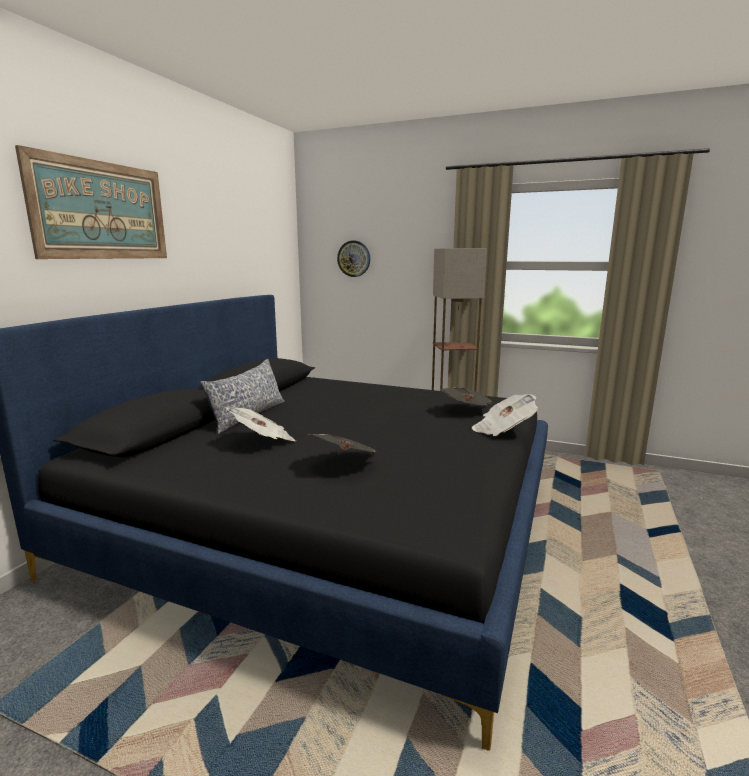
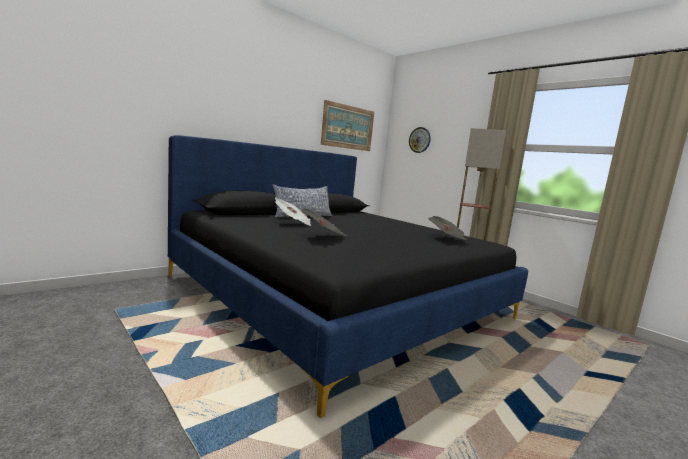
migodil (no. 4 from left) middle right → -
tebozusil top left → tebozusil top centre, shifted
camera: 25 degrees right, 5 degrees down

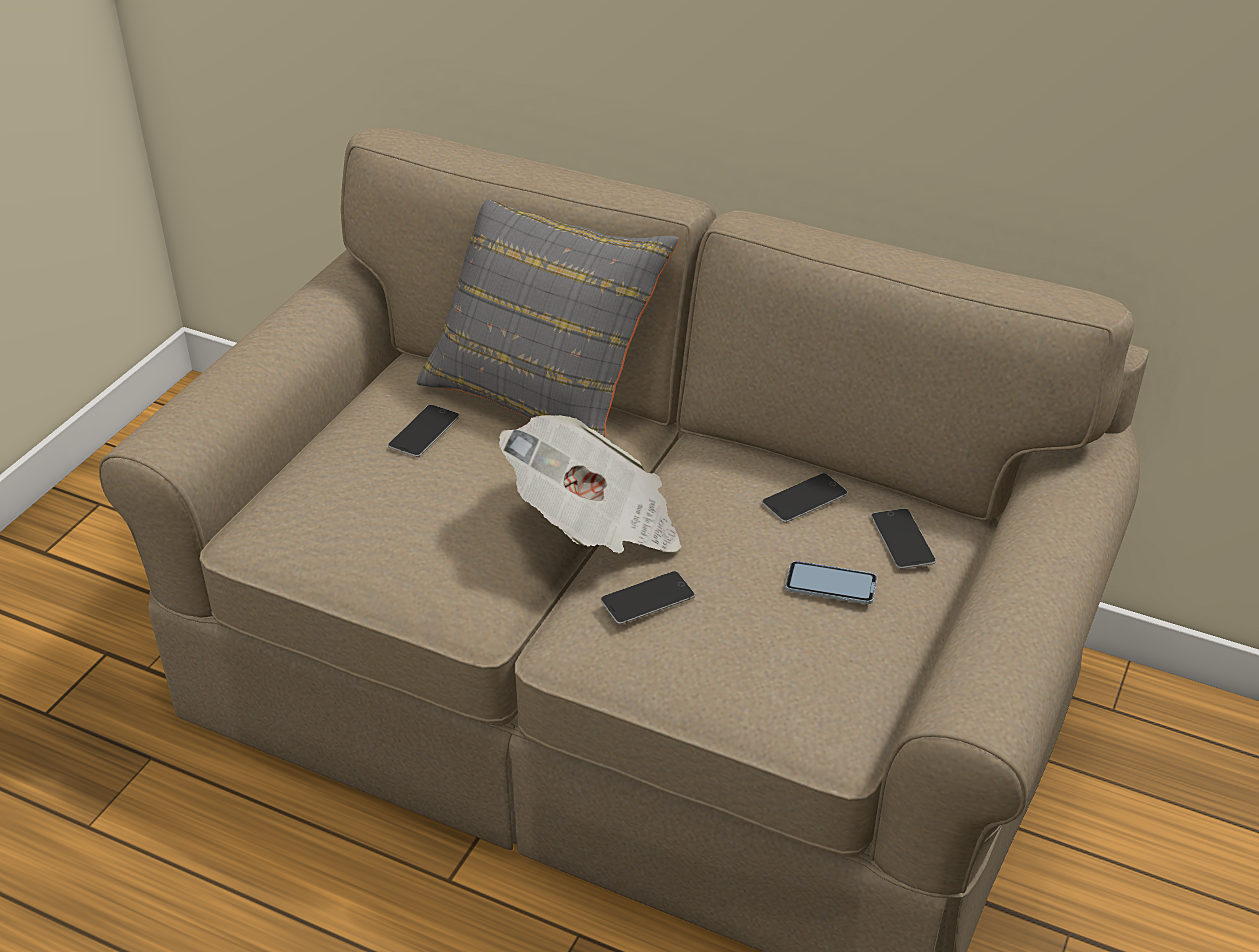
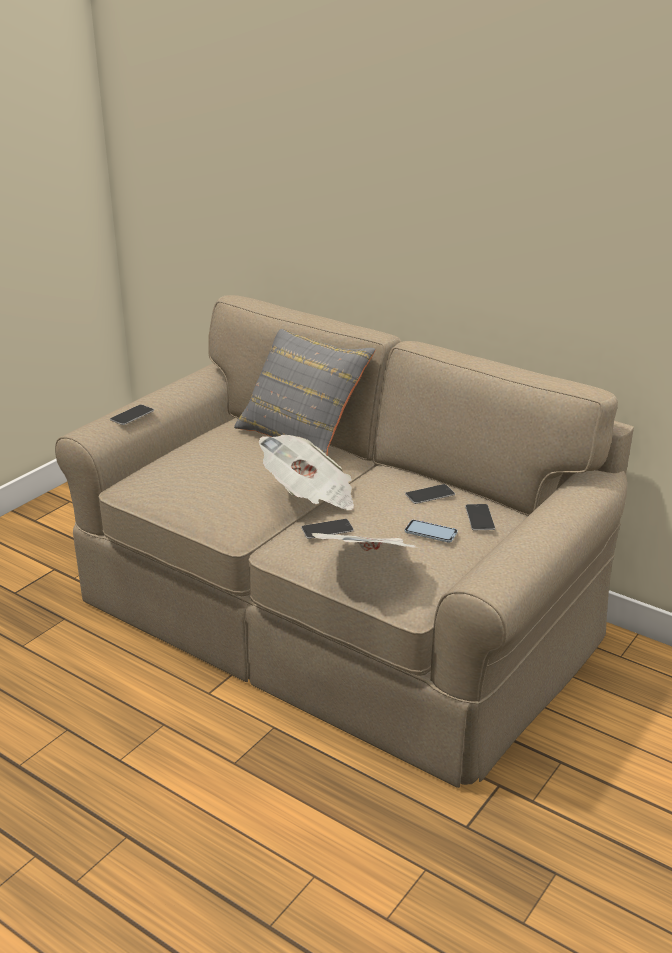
- → migodil (no. 2 from left) centre
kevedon (no. 1 from left) centre → kevedon (no. 1 from left) middle left, shifted
camera: 10 degrees right, 10 degrees down

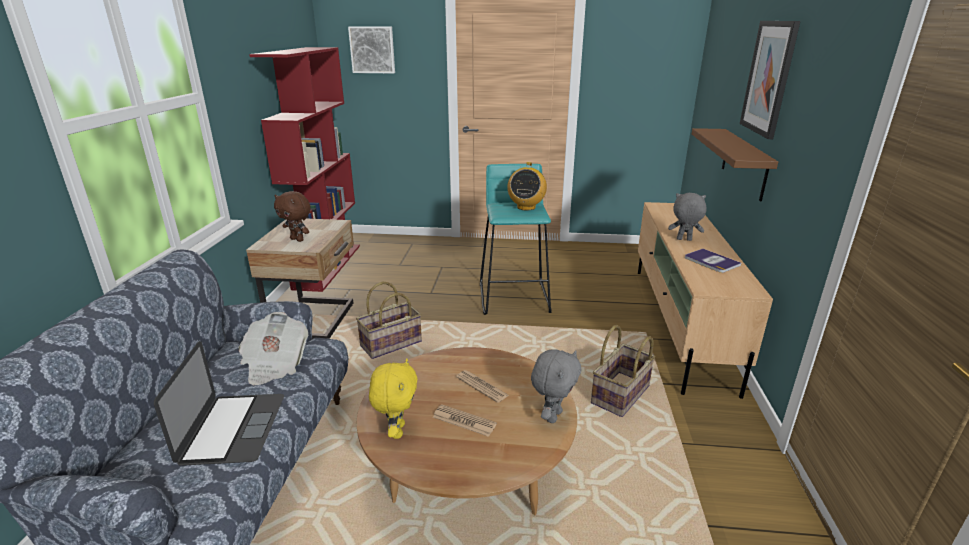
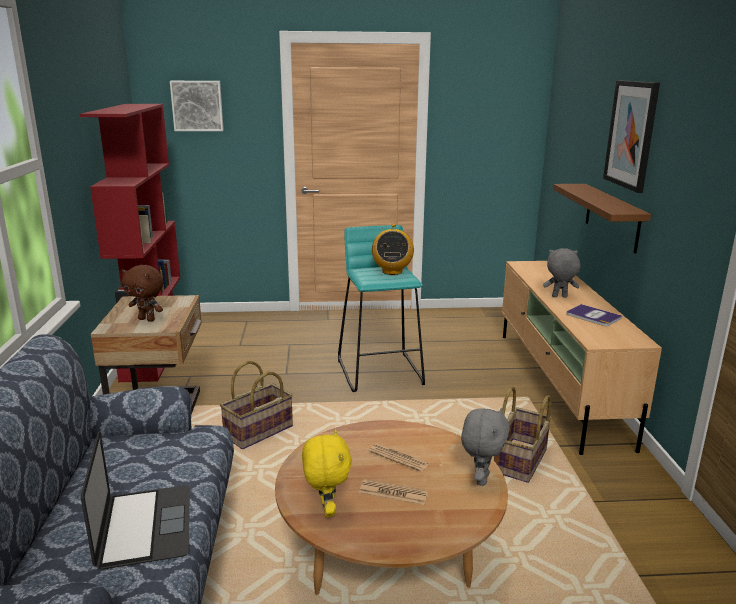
migodil (no. 1 from left) middle left → -
camera: 10 degrees left, 5 degrees down

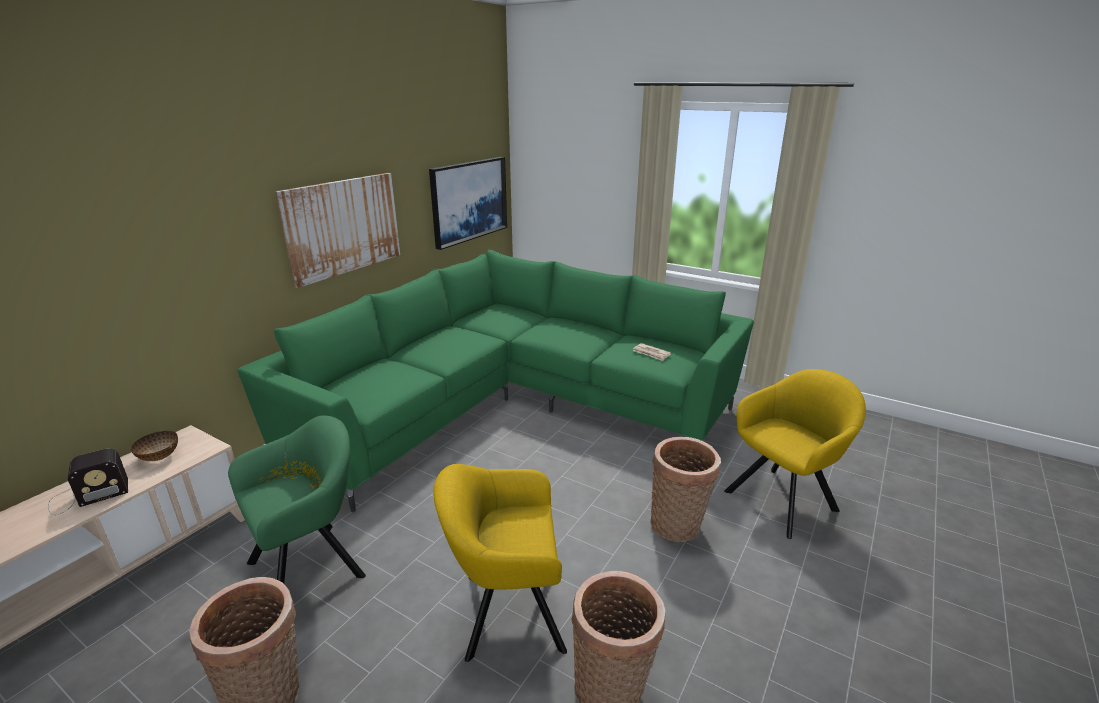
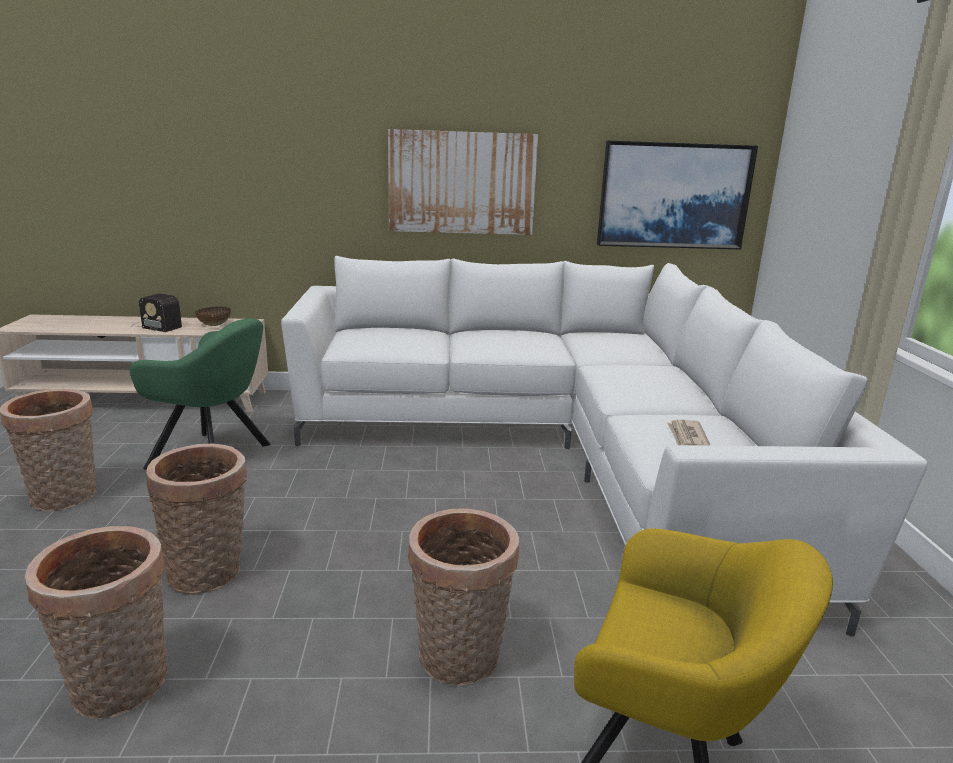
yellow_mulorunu (no. 1 from left) bottom centre → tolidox (no. 3 from left) bottom left
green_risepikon centre → white_risepikon centre
camera: 55 degrees right, 5 degrees down

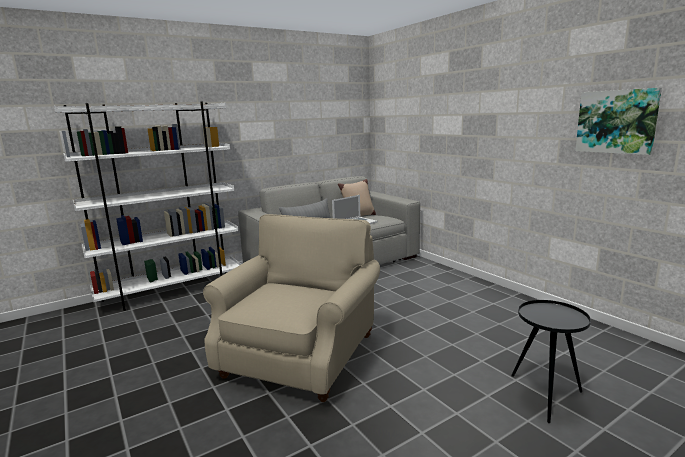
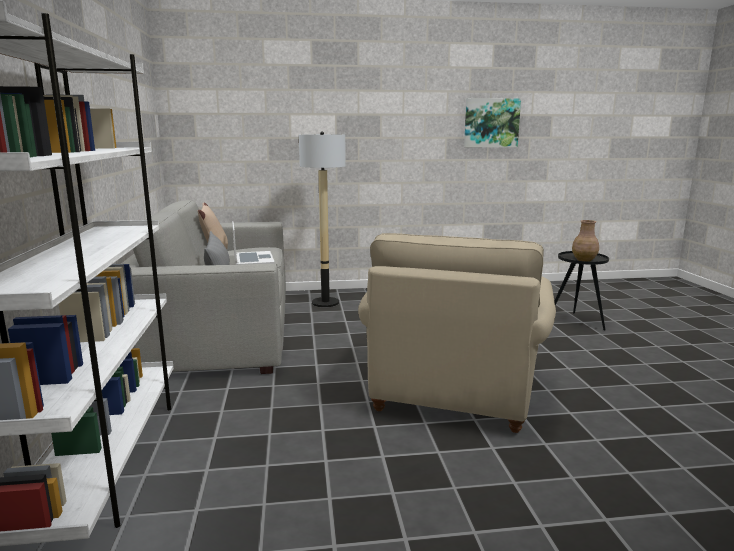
- → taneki centre
- → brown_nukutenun middle right
beige_mulorunu bottom centre → beige_mulorunu centre, 120 degrees counterclockwise
camera: 65 degrees left, 0 degrees up

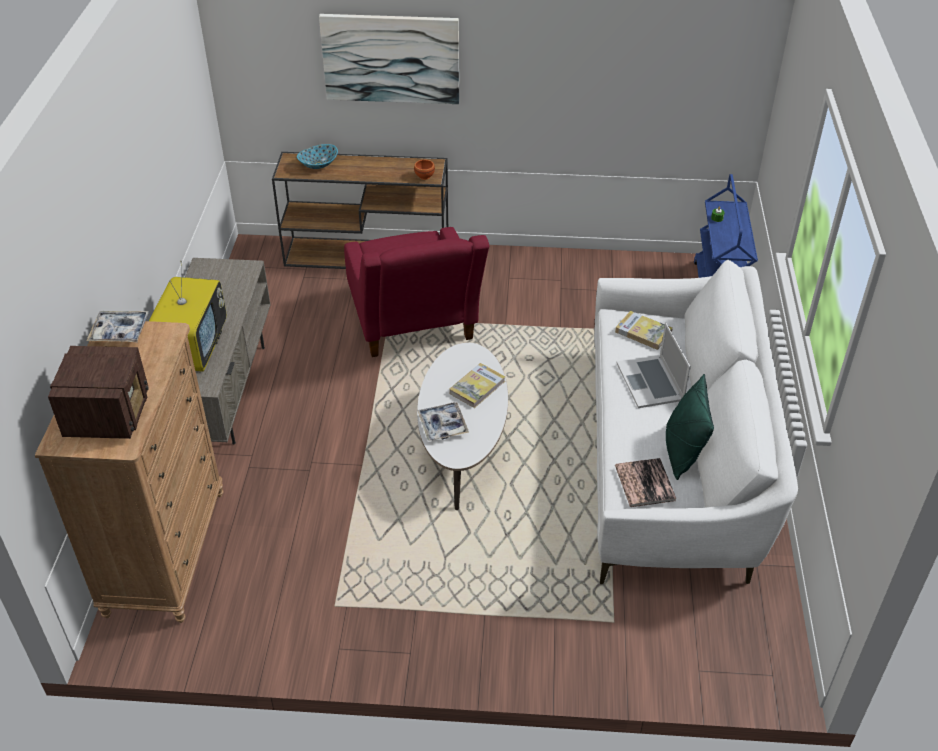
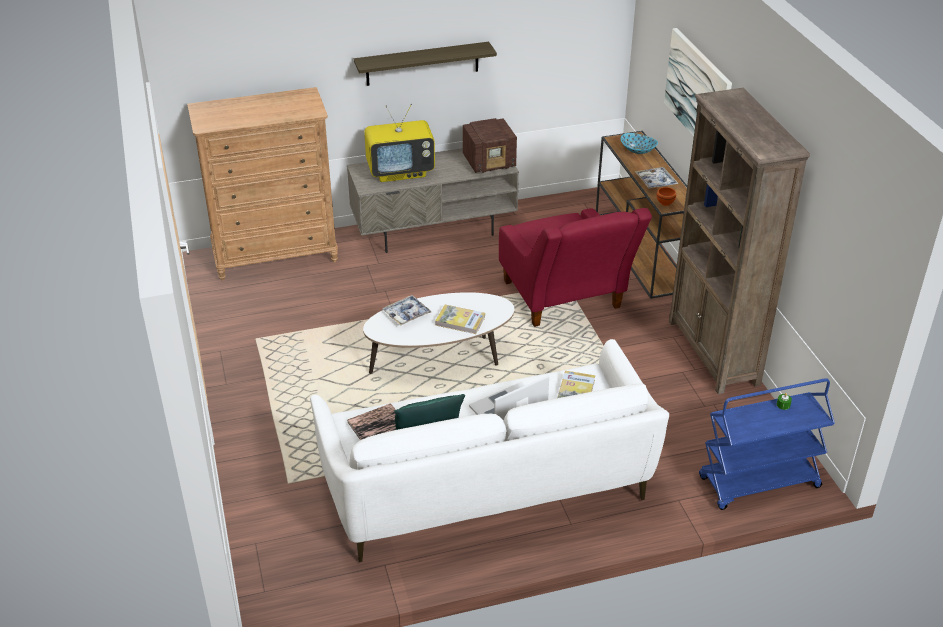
- → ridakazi top centre
- → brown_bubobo middle right
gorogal middle left → gorogal top centre, shifted
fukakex (no. 1 from left in the first image) middle left → fukakex (no. 2 from left) top right, shifted
red_mulorunu centre, 75 degrees counterclockwise
camera: 70 degrees right, 5 degrees down

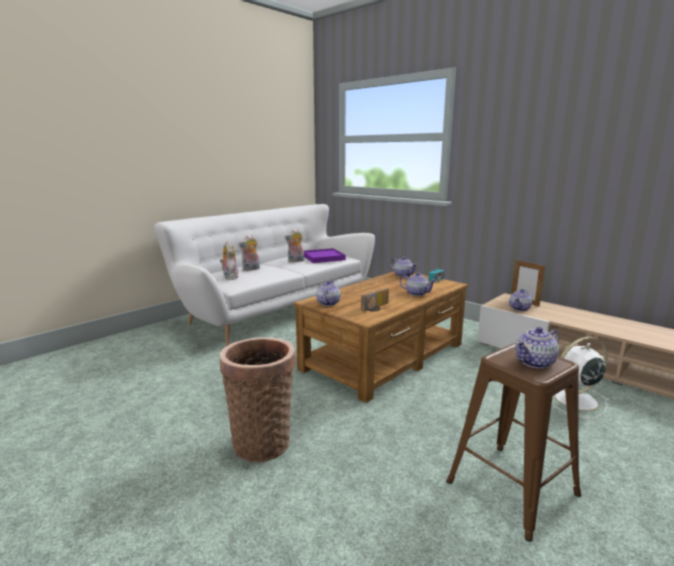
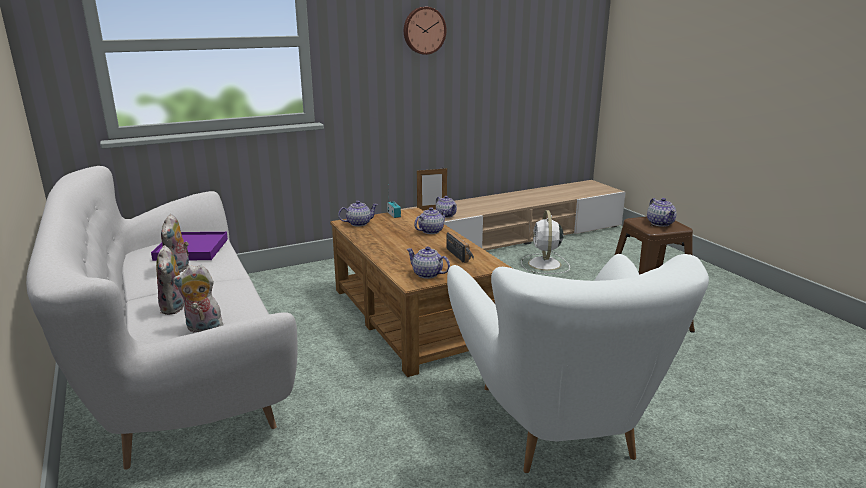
- → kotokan top centre
tolidox bottom centre → white_mulorunu bottom right
camera: 70 degrees left, 5 degrees up

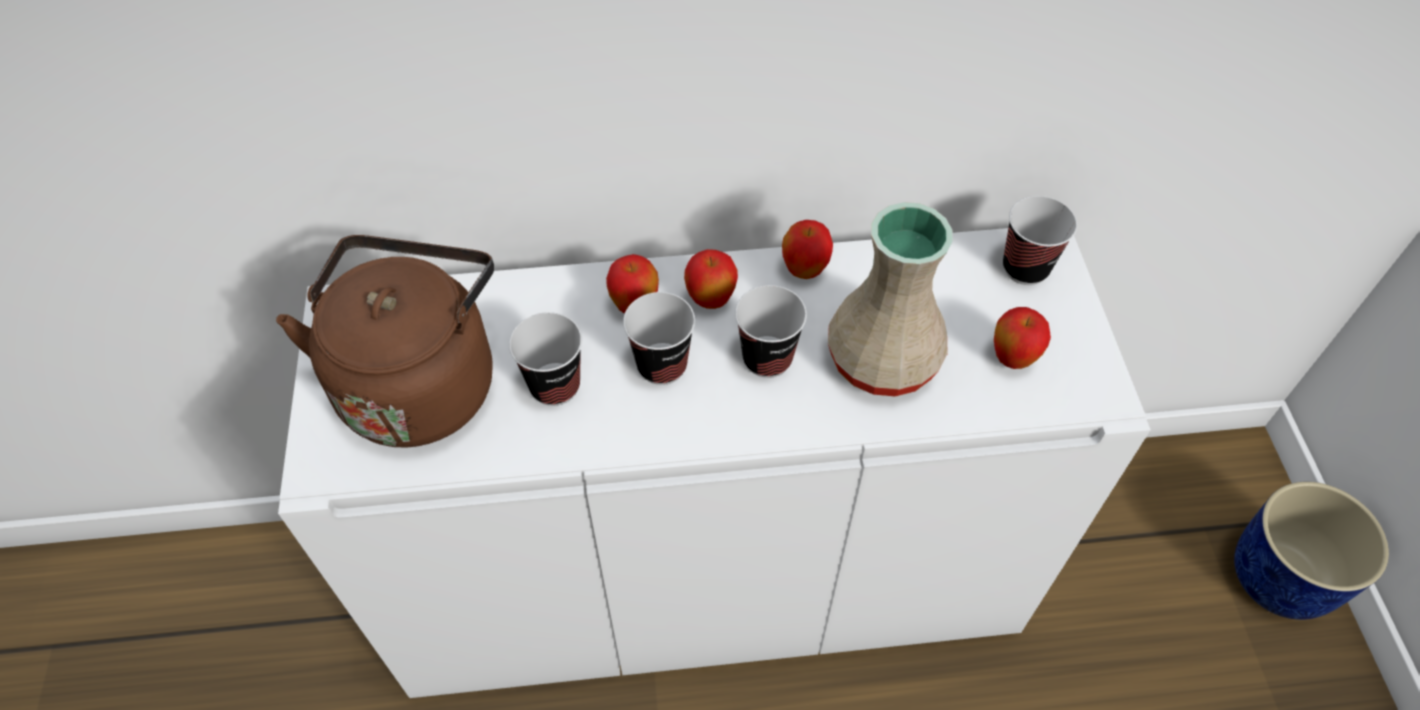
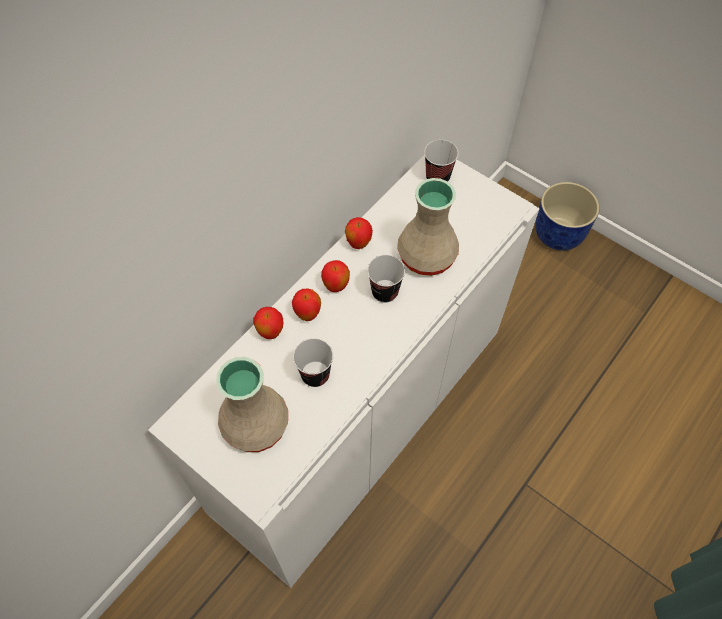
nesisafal (no. 2 from left) centre → -
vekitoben (no. 4 from left in the first image) middle right → vekitoben (no. 1 from left) centre, shifted
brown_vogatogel middle left → beige_nukutenun (no. 1 from left) centre
camera: 45 degrees left, 5 degrees up

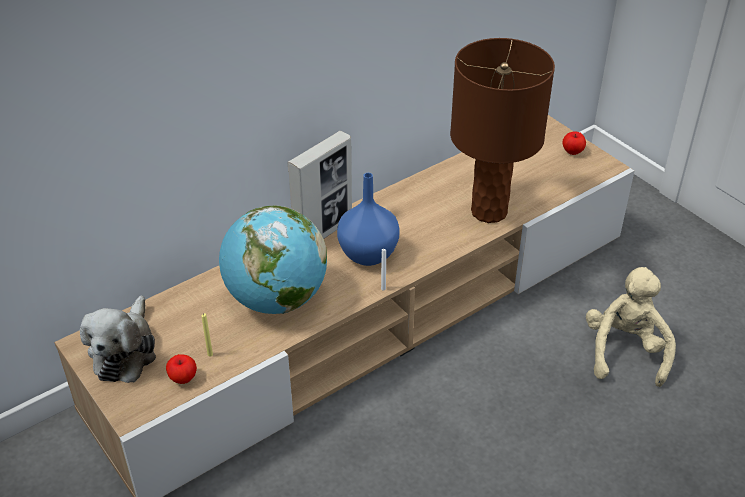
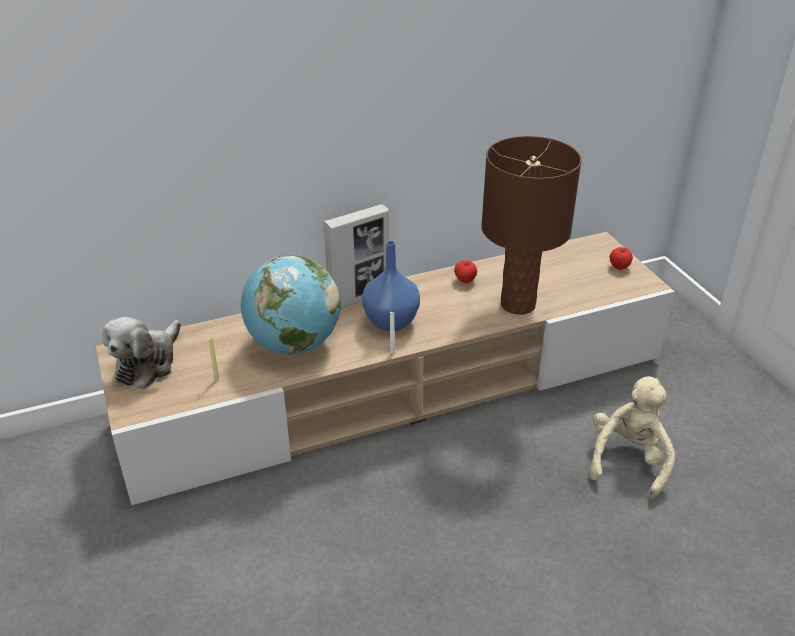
vekitoben (no. 1 from left) bottom left → vekitoben (no. 1 from left) centre, shifted
camera: 15 degrees right, 5 degrees down

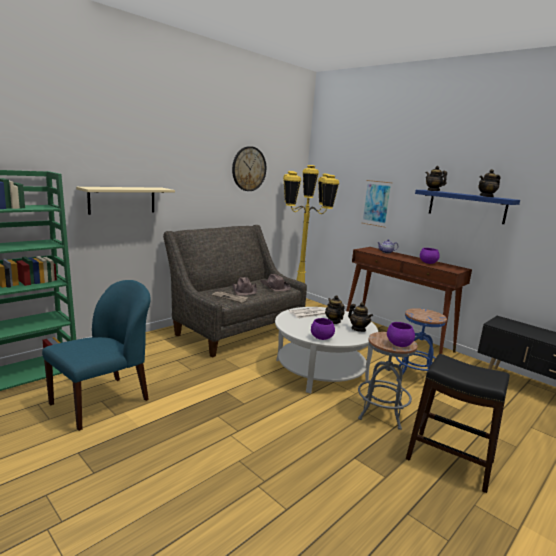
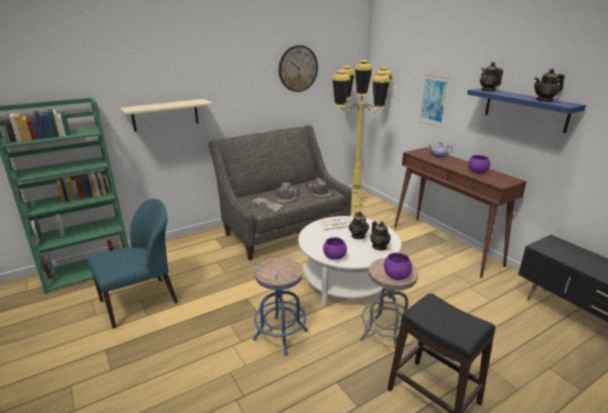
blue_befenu middle right → blue_befenu bottom centre, shifted
camera: 15 degrees right, 10 degrees up

